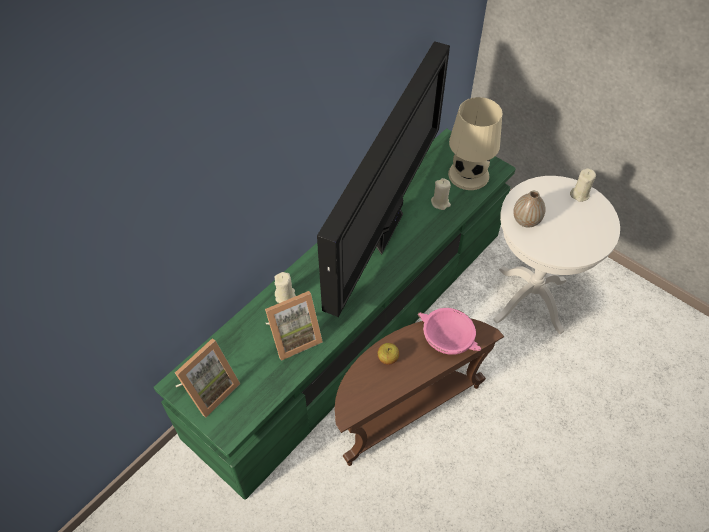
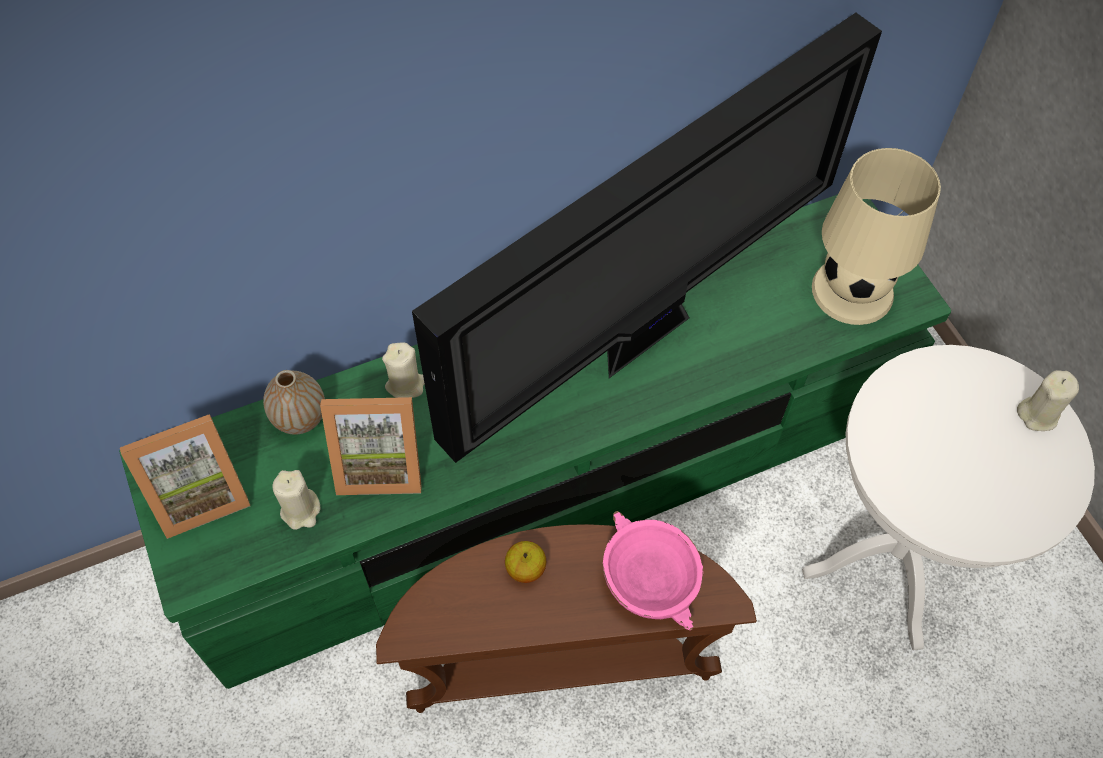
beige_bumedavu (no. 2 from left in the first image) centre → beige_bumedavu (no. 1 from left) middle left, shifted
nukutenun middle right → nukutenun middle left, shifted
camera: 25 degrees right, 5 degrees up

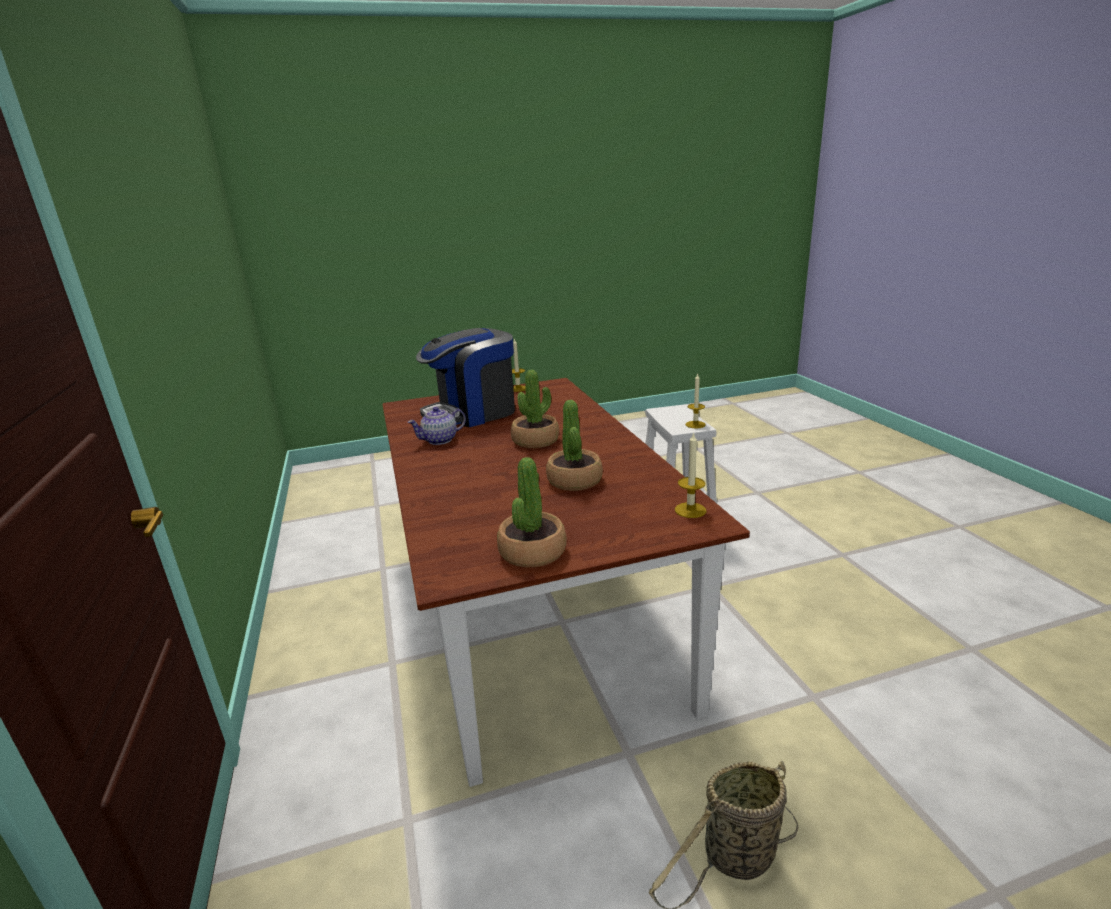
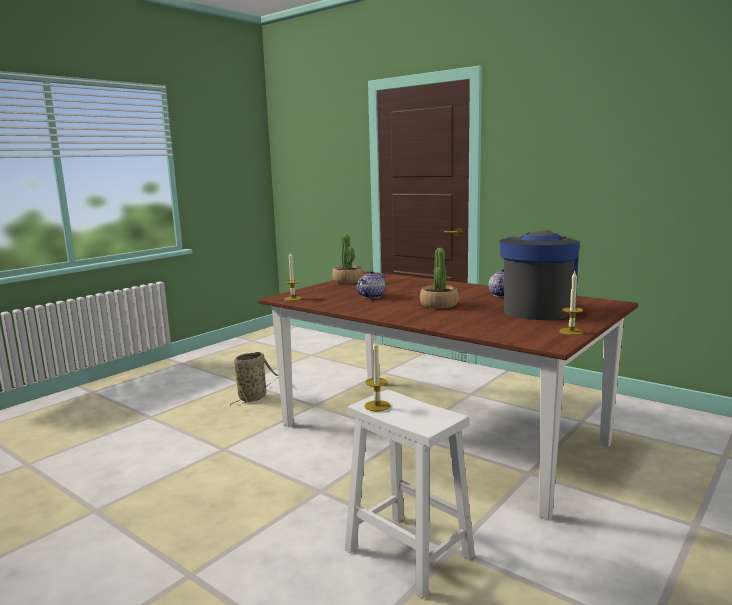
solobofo (no. 3 from left) centre → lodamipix (no. 1 from left) centre
camera: 145 degrees right, 10 degrees down

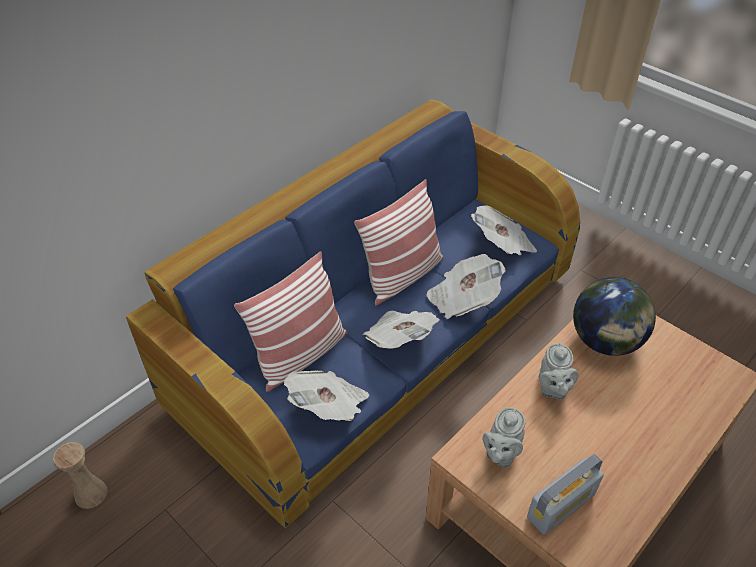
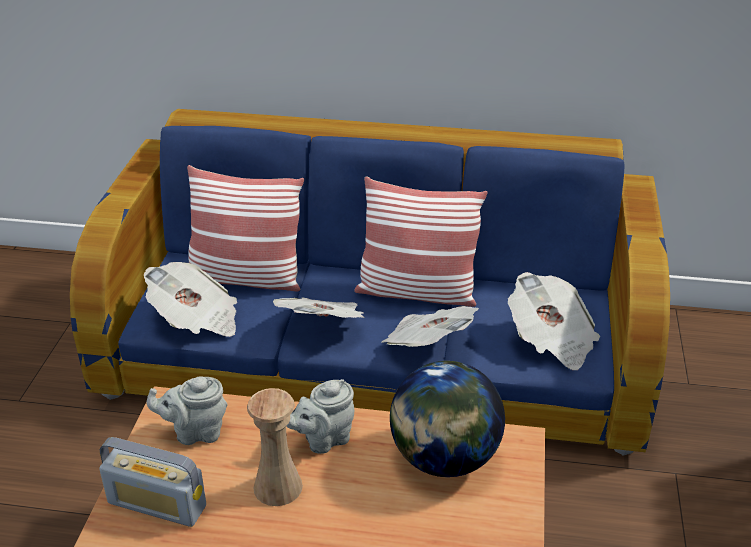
beige_nukutenun bottom left → beige_nukutenun bottom centre, shifted
camera: 55 degrees right, 10 degrees down

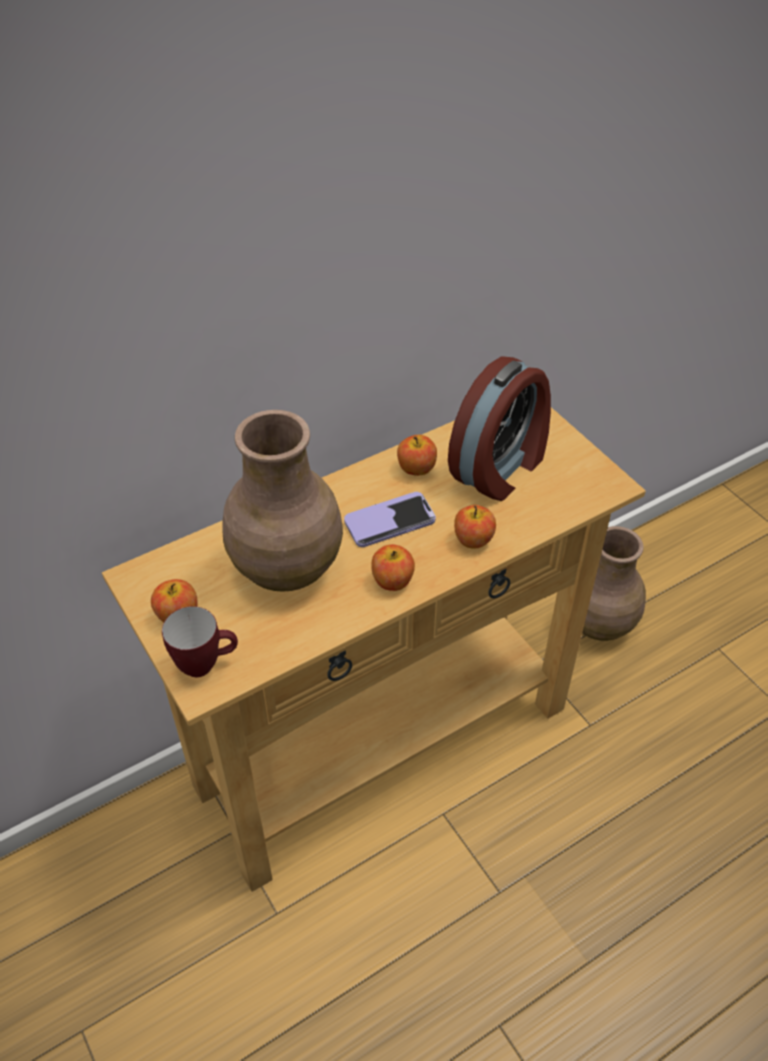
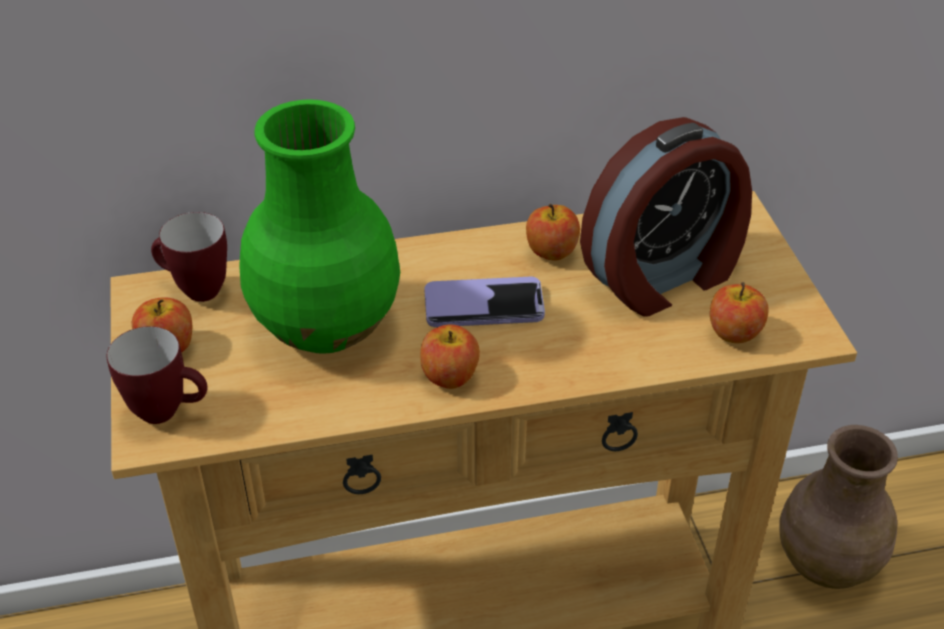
- → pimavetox (no. 2 from left) middle left
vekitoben (no. 4 from left) centre → vekitoben (no. 4 from left) middle right, shifted
brown_nukutenun (no. 1 from left) centre → green_nukutenun centre
camera: 20 degrees right, 5 degrees down

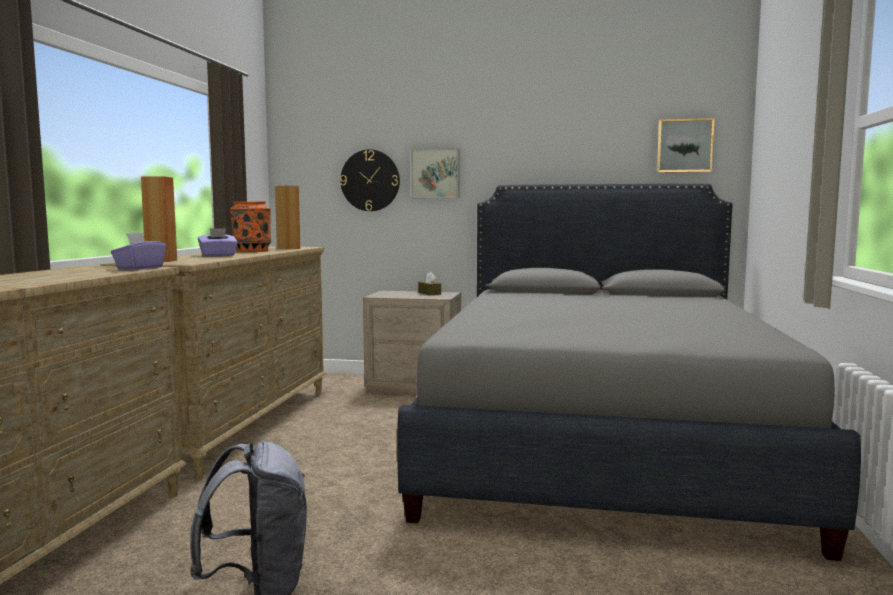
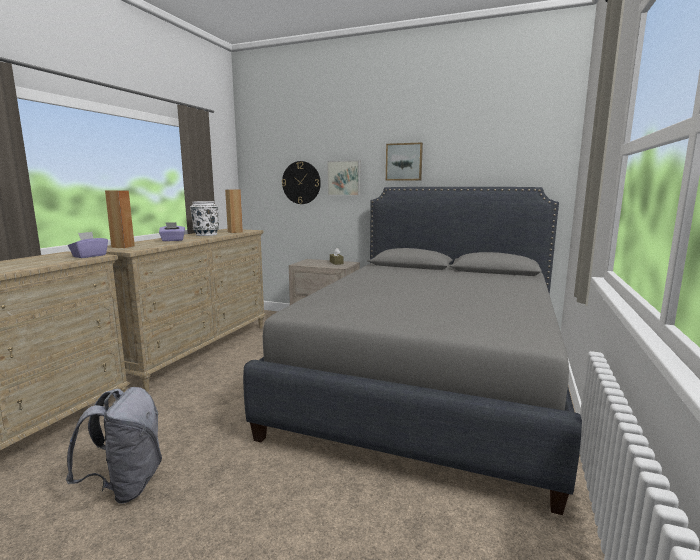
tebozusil (no. 2 from left) top right → tebozusil (no. 2 from left) top centre, shifted
orange_nukutenun middle left → white_nukutenun middle left
camera: 10 degrees right, 5 degrees up

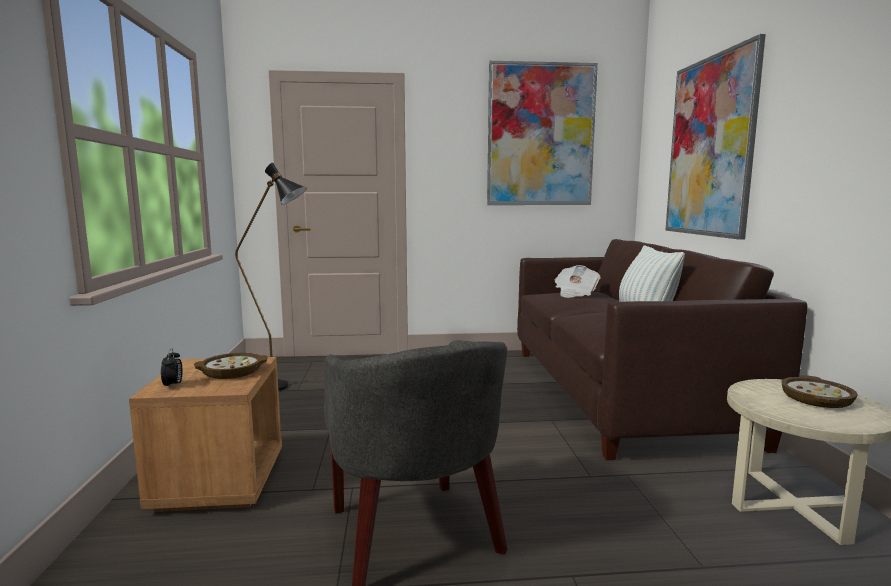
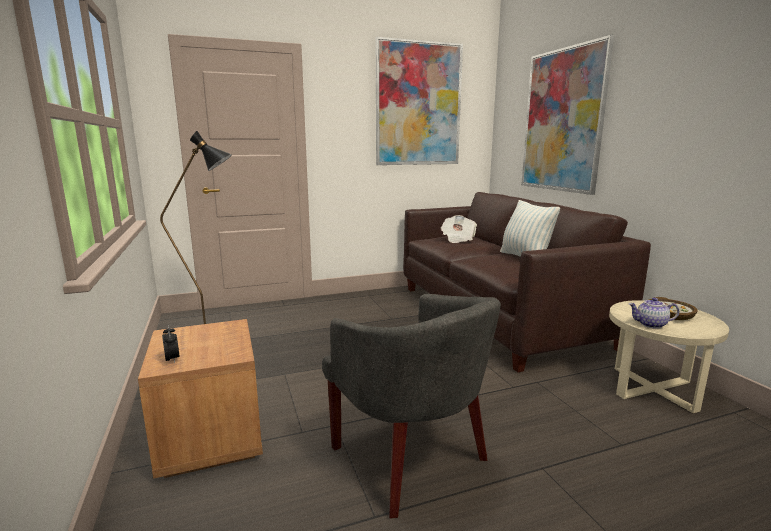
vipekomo (no. 1 from left) middle left → -
- → lodamipix middle right
camera: 15 degrees left, 5 degrees up

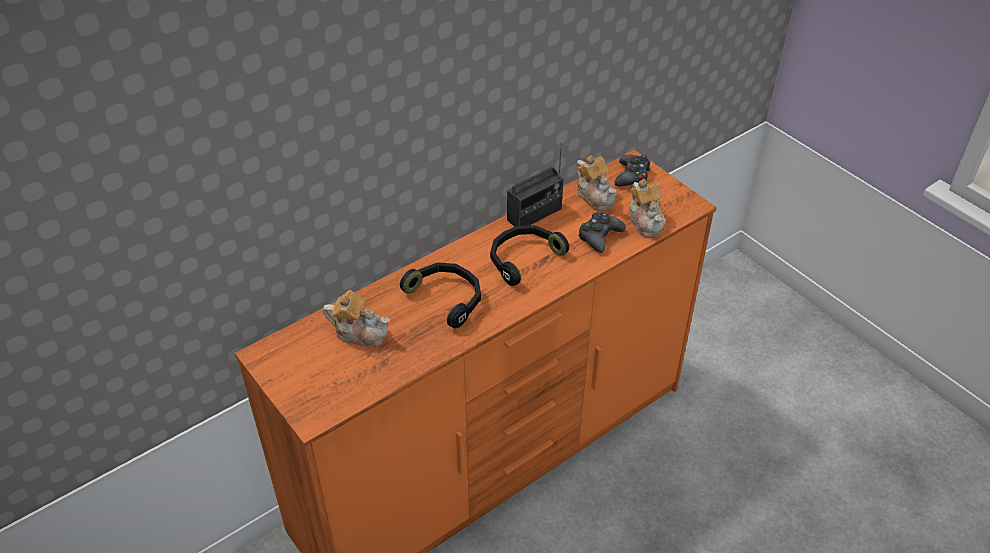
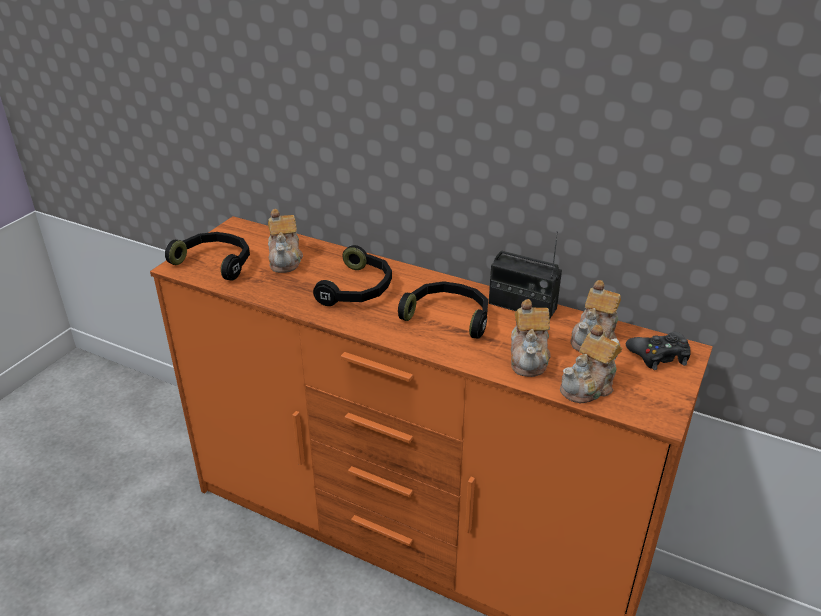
- → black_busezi (no. 1 from left) middle left
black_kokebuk (no. 1 from left) centre → lodamipix (no. 2 from left) centre
camera: 65 degrees right, 10 degrees down

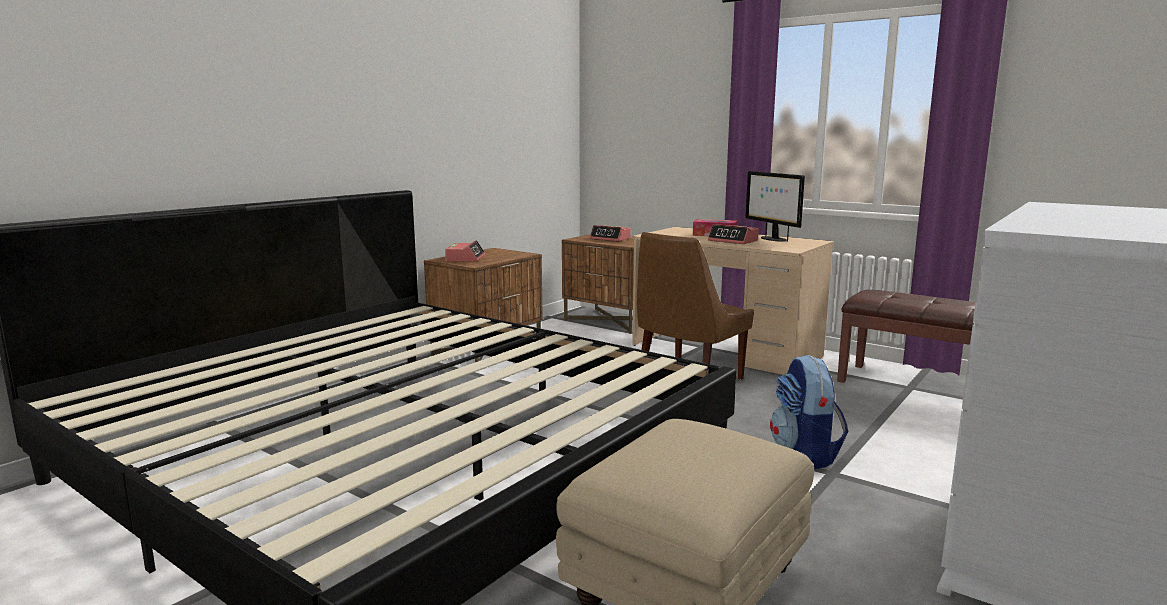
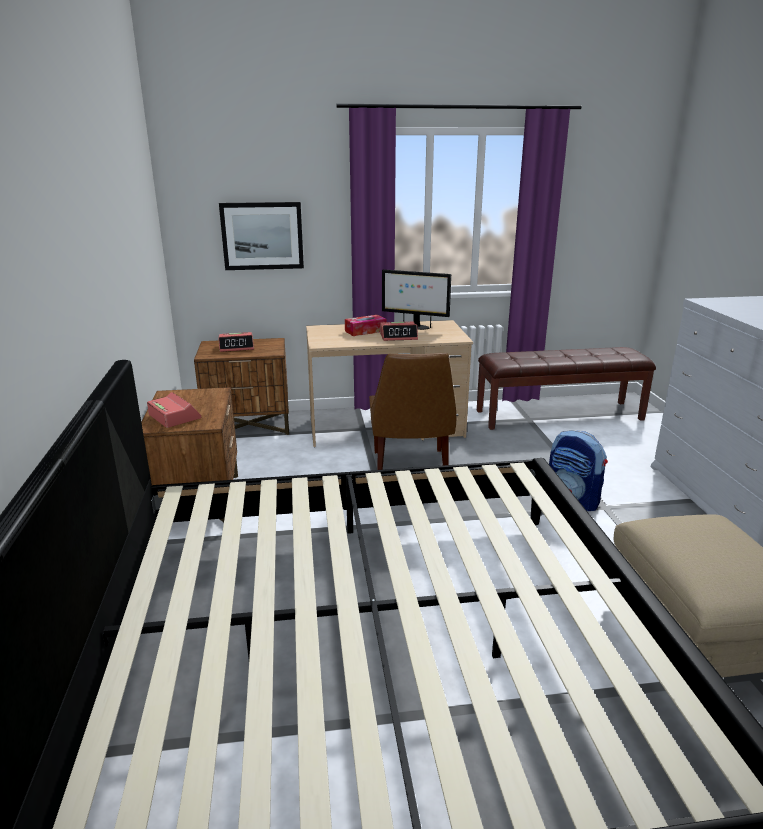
- → tebozusil top centre
camera: 45 degrees left, 10 degrees up

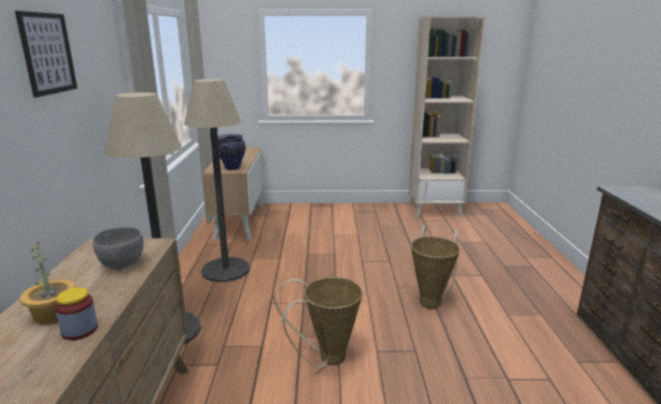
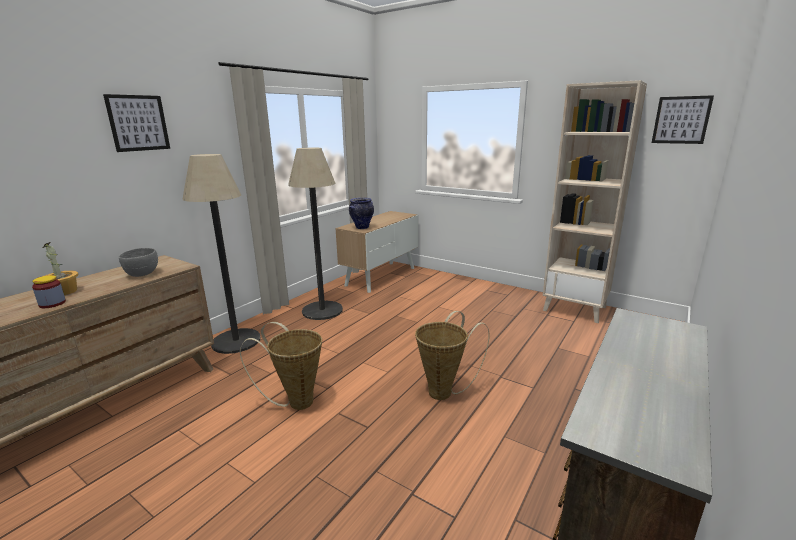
- → tebozusil (no. 2 from left) top right
camera: 35 degrees right, 0 degrees up

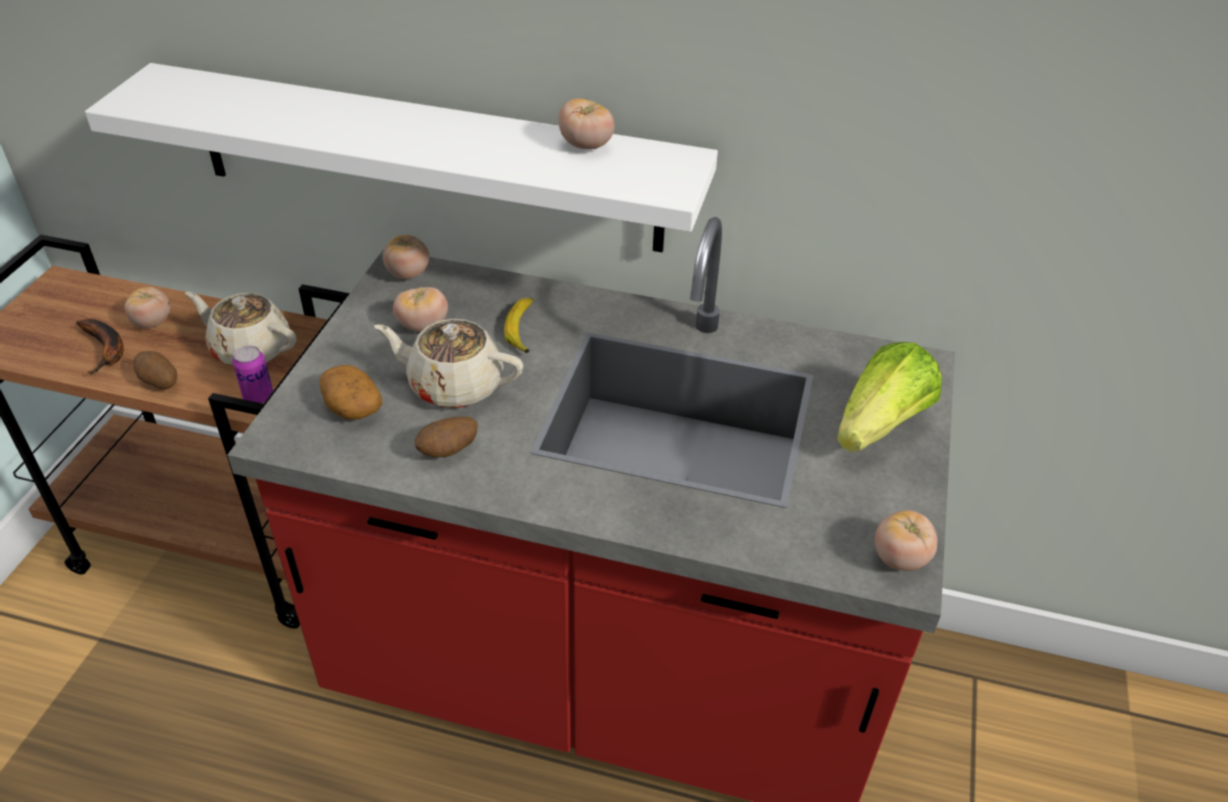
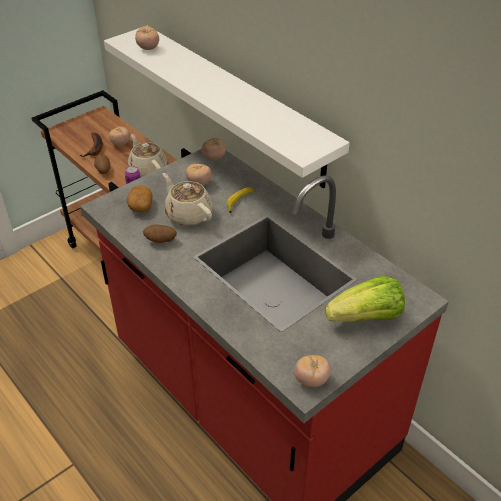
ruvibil (no. 4 from left in the first image) top centre → ruvibil (no. 2 from left) top left, shifted
camera: 35 degrees right, 0 degrees up

